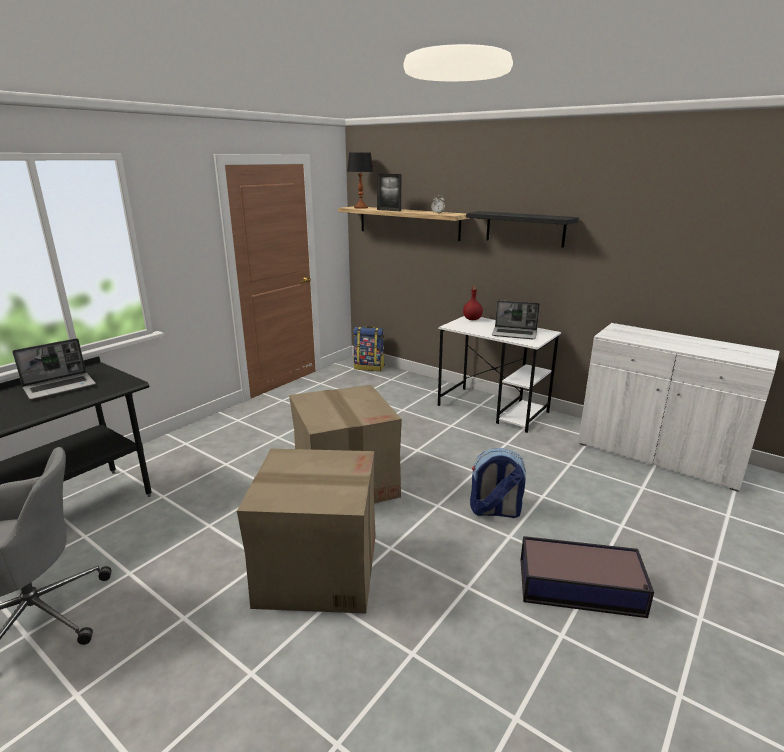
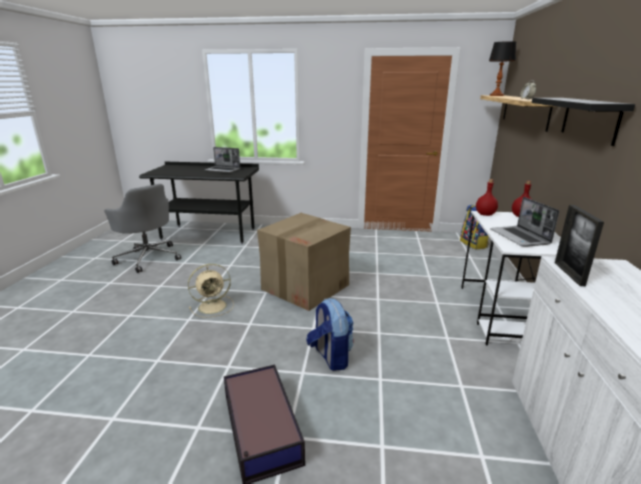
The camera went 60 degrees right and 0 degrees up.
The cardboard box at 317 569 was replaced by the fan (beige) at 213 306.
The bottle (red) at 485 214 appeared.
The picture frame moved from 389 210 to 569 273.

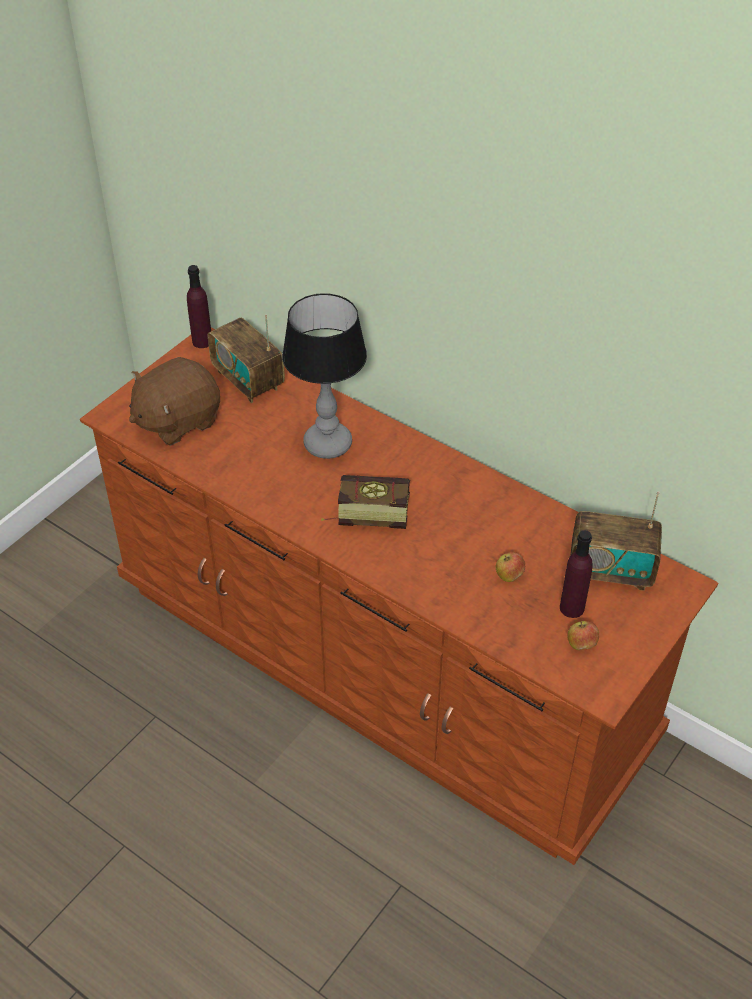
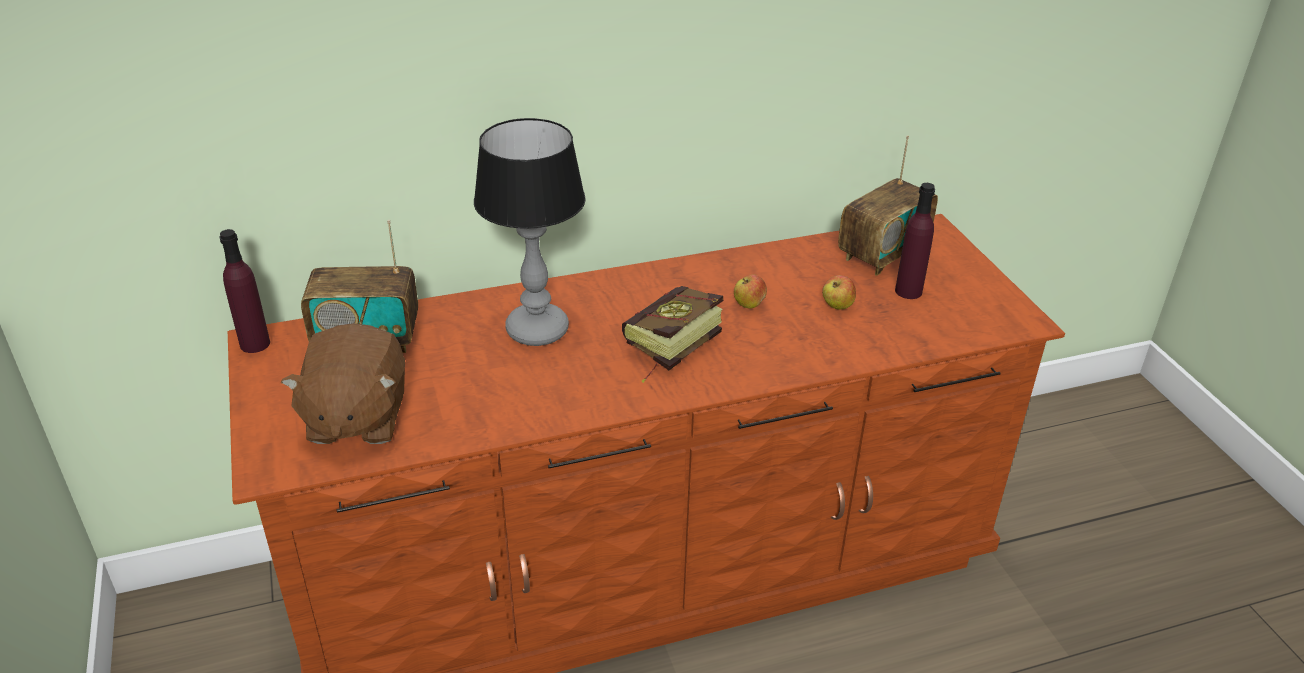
The camera went 55 degrees left and 10 degrees down.
The apple moved from 581 644 to 749 304.

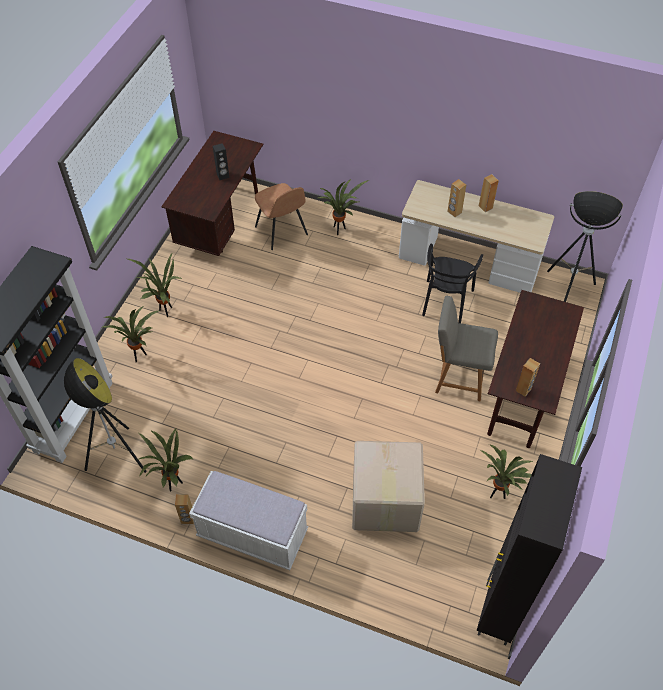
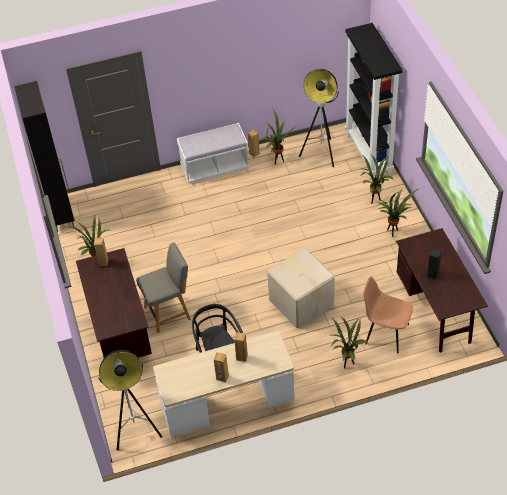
The camera went 145 degrees right and 5 degrees down.
The cardboard box moved from 384 502 to 301 302.

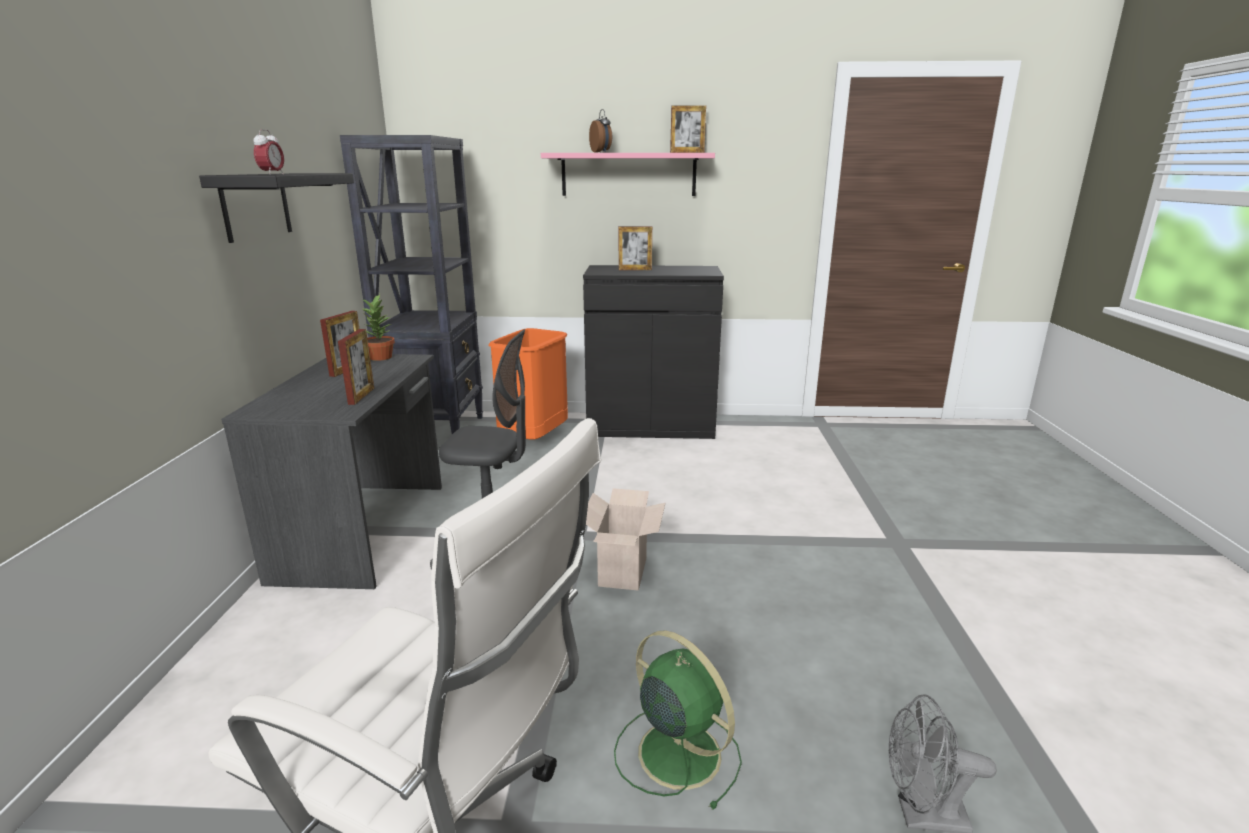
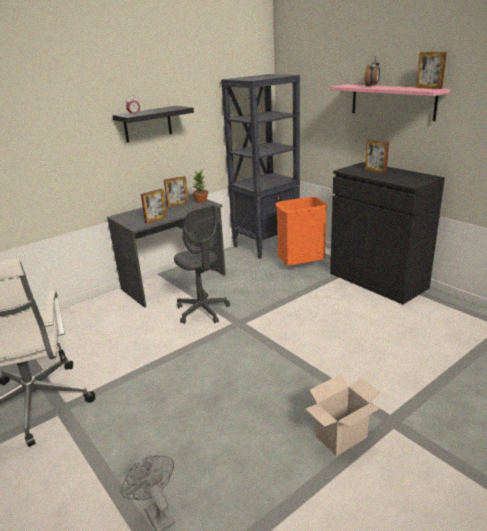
The camera went 50 degrees right and 5 degrees up.
The cardboard box moved from 624 573 to 341 438.
The fan (green) at 676 751 disappeared.

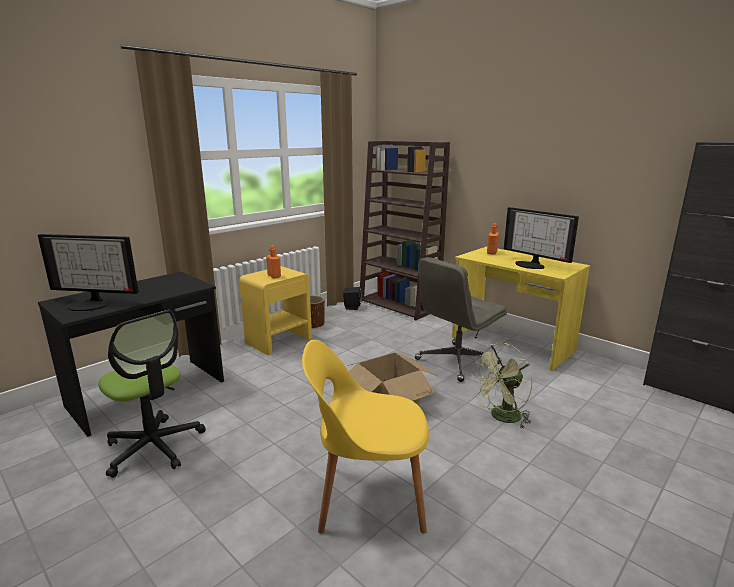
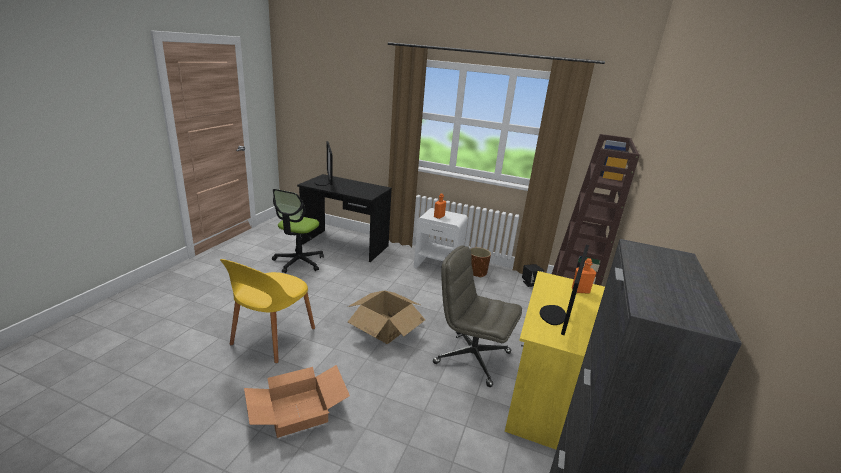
The camera went 65 degrees right and 5 degrees up.
The chair (yellow) at 367 496 turned 135 degrees counterclockwise.
The cardboard box at 297 412 appeared.
The nightstand (yellow) at 279 340 became the nightstand (white) at 438 266.
The fan (green) at 501 418 disappeared.

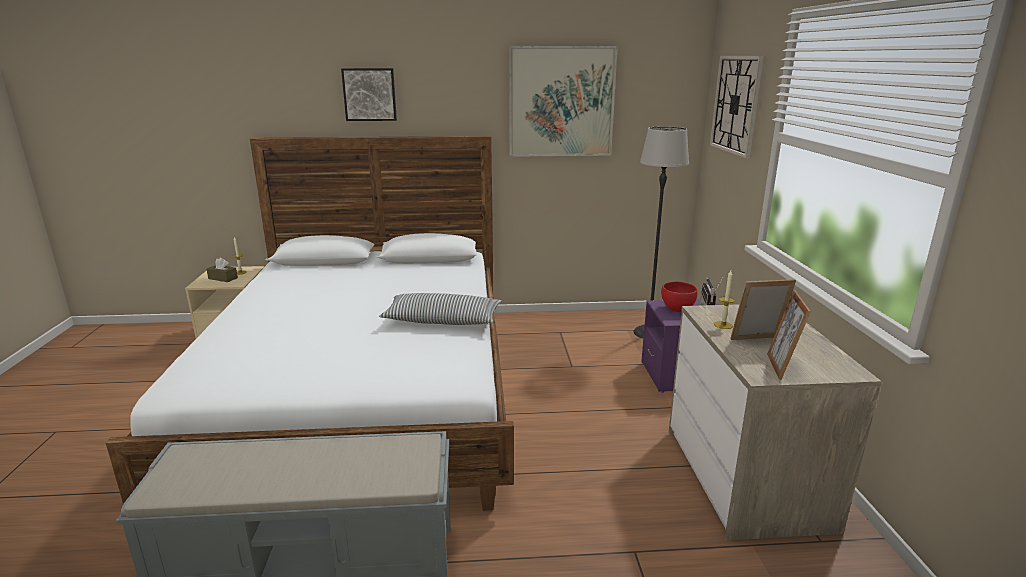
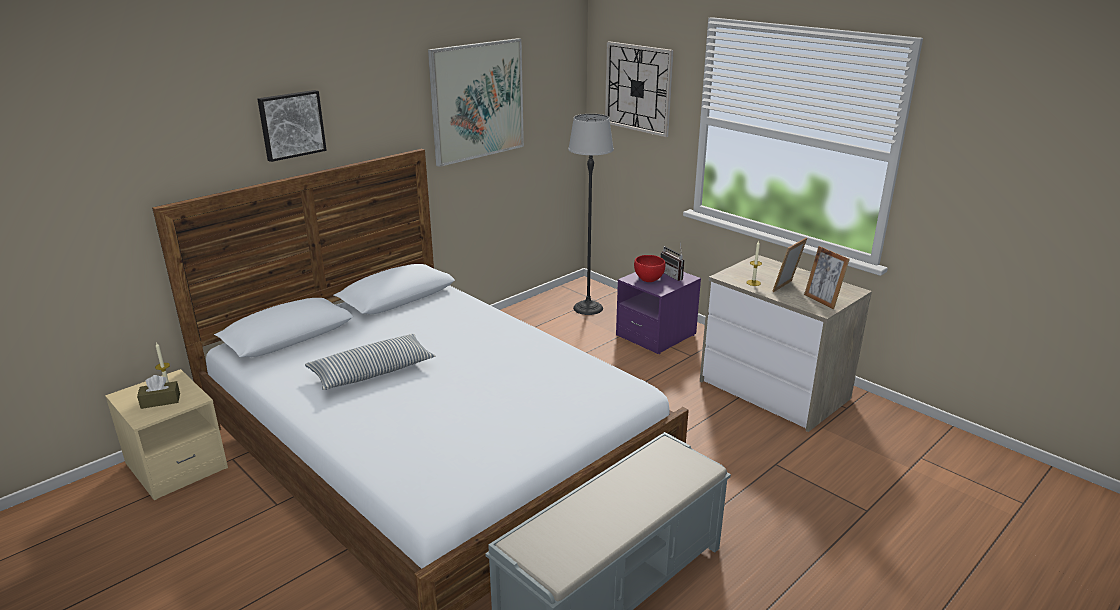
The camera went 40 degrees left and 5 degrees up.
The pillow moved from 442 320 to 372 372.

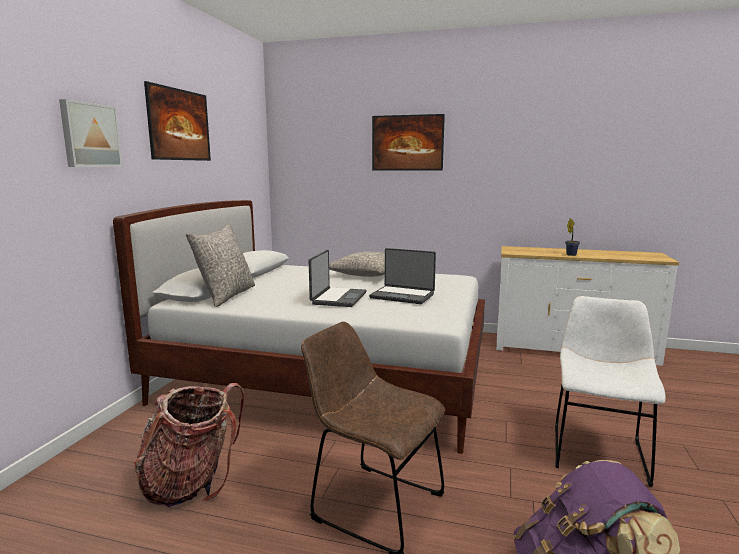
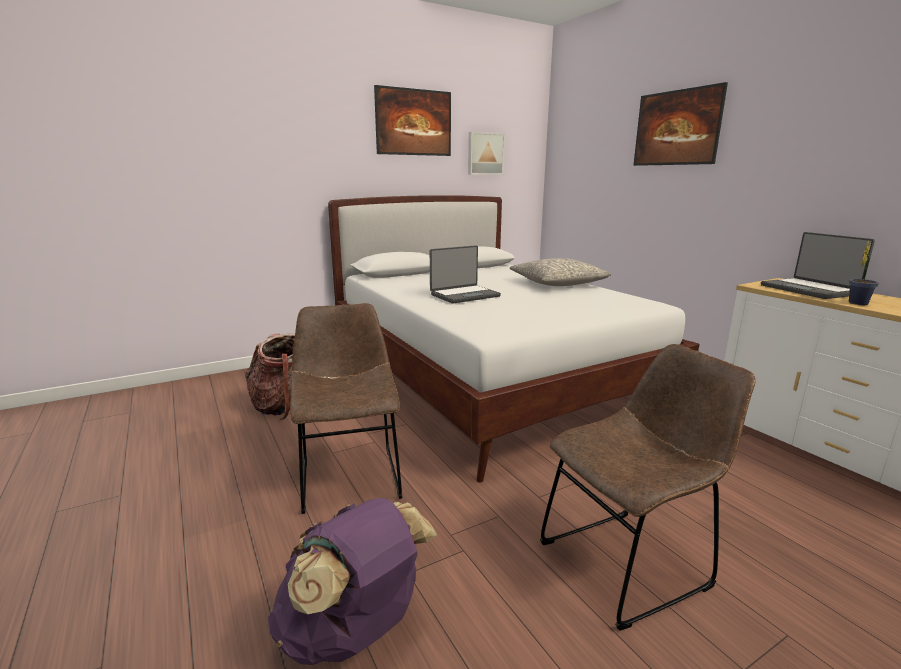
The camera went 45 degrees right and 5 degrees up.
The picture moved from 90 135 to 485 154.
The chair (white) at 598 450 became the chair (brown) at 629 562.
The laptop moved from 402 296 to 809 290.
The pillow (grey) at 226 296 disappeared.

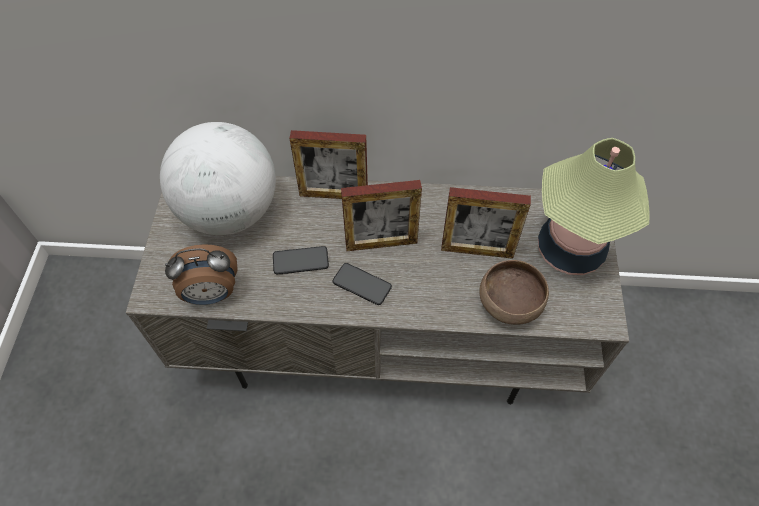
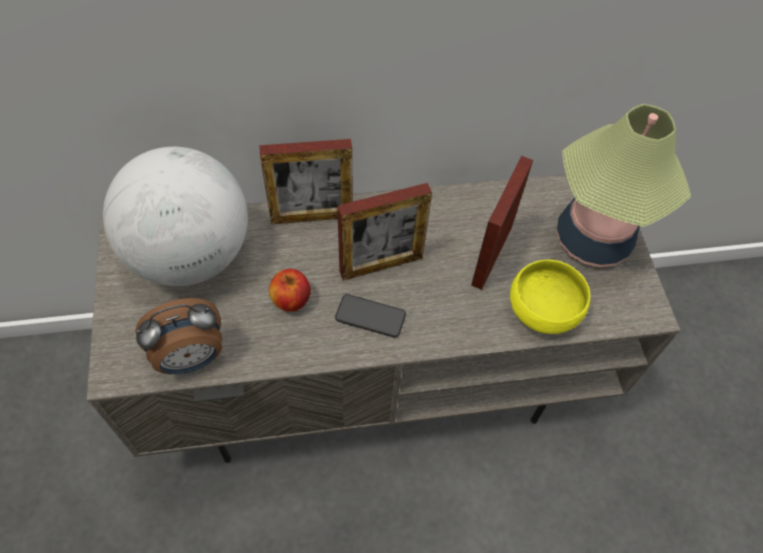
The camera went 15 degrees left and 0 degrees up.
The phone at 300 261 was replaced by the apple at 291 300.
The picture frame at 477 250 turned 120 degrees clockwise.
The bowl (brown) at 508 304 became the bowl (yellow) at 541 312.

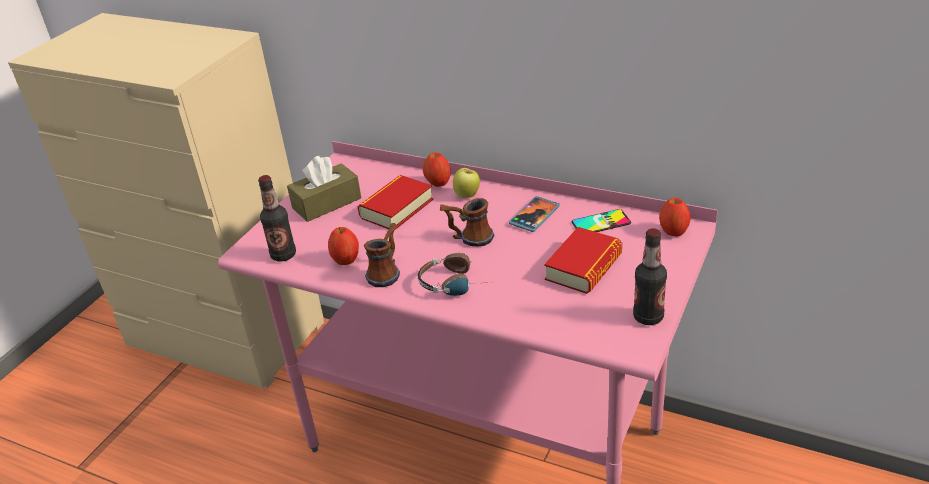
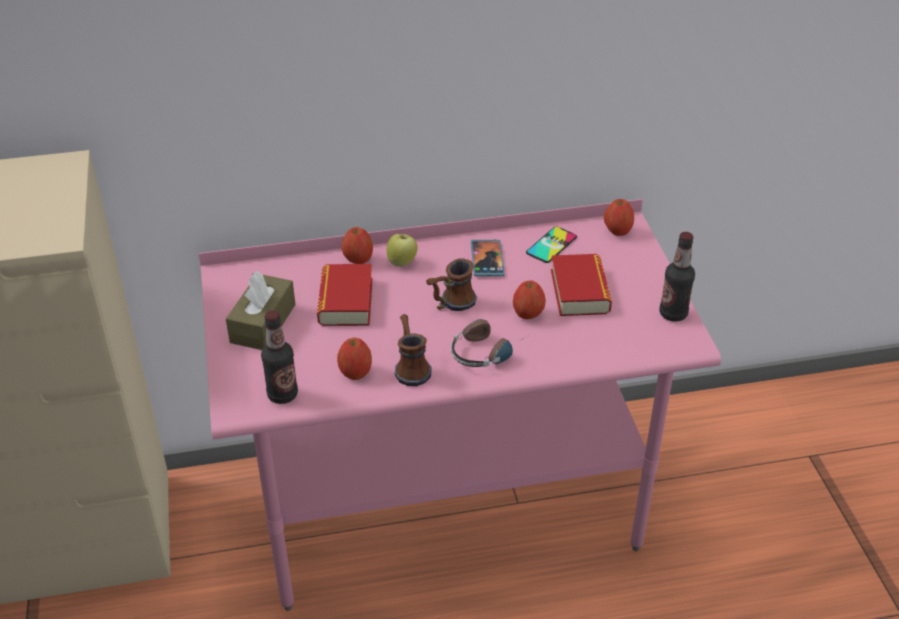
The camera went 40 degrees left and 5 degrees up.
The apple at 527 314 appeared.

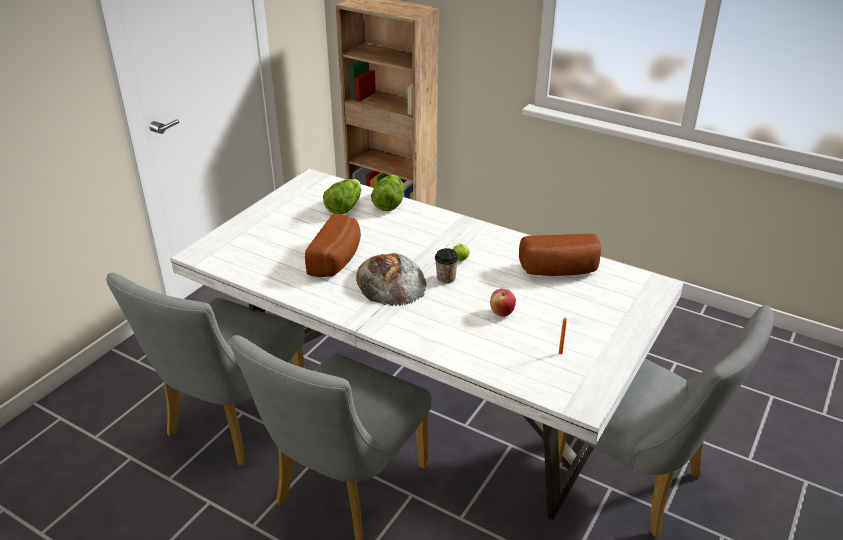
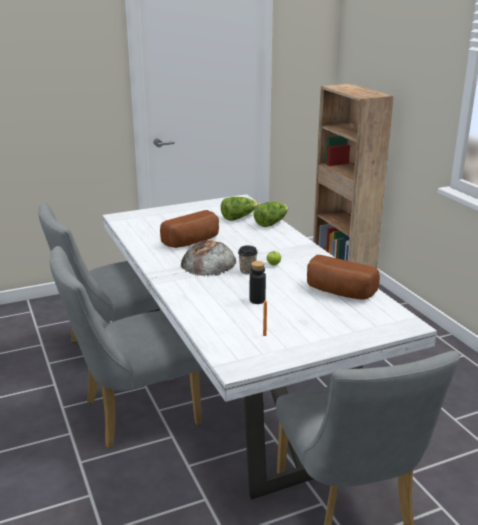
The camera went 35 degrees right and 10 degrees down.
The apple at 502 313 was replaced by the bottle (black) at 257 300.

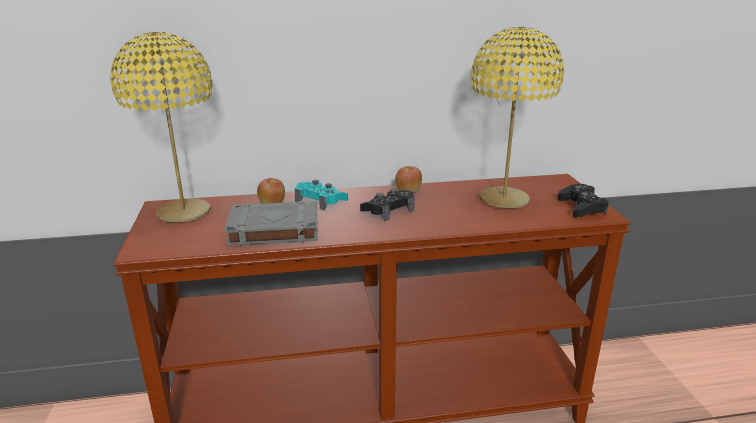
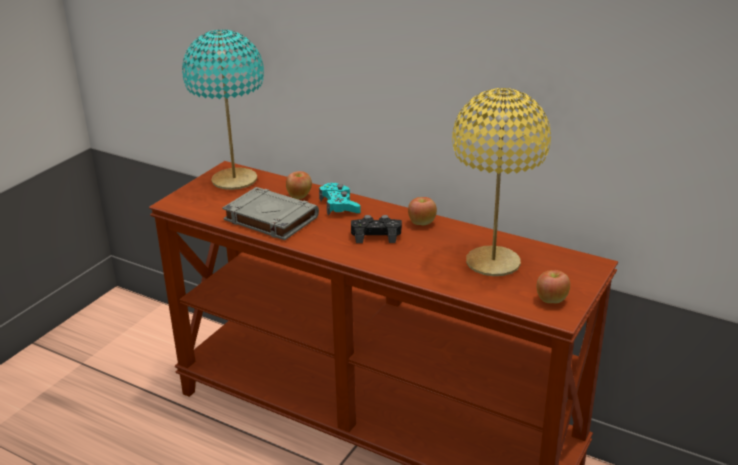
The camera went 40 degrees right and 5 degrees up.
The table lamp (yellow) at 184 212 became the table lamp (turquoise) at 234 181.
The game controller (black) at 581 207 was replaced by the apple at 551 300.

